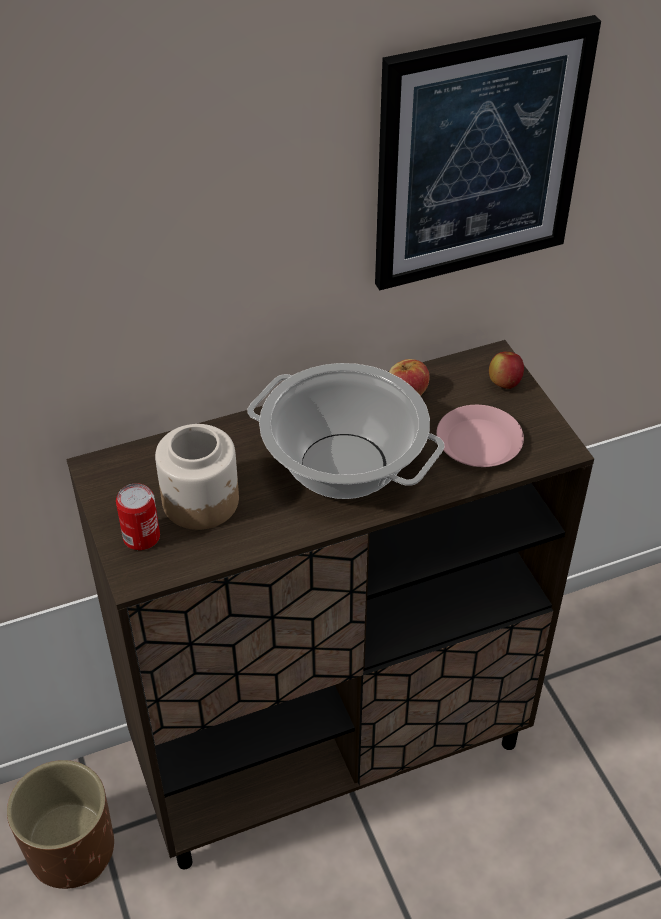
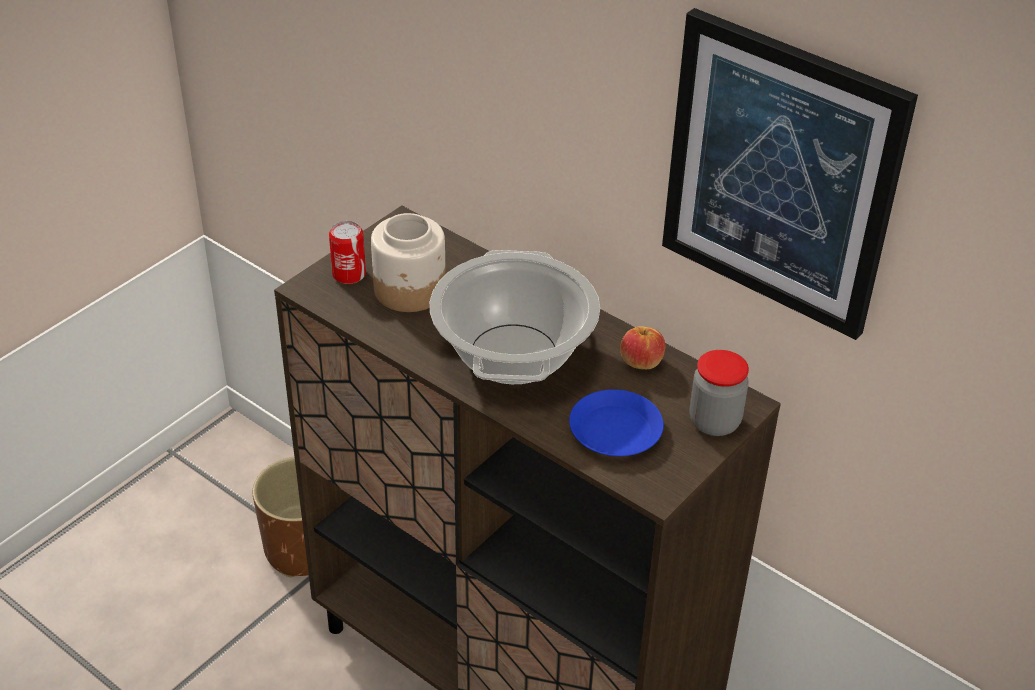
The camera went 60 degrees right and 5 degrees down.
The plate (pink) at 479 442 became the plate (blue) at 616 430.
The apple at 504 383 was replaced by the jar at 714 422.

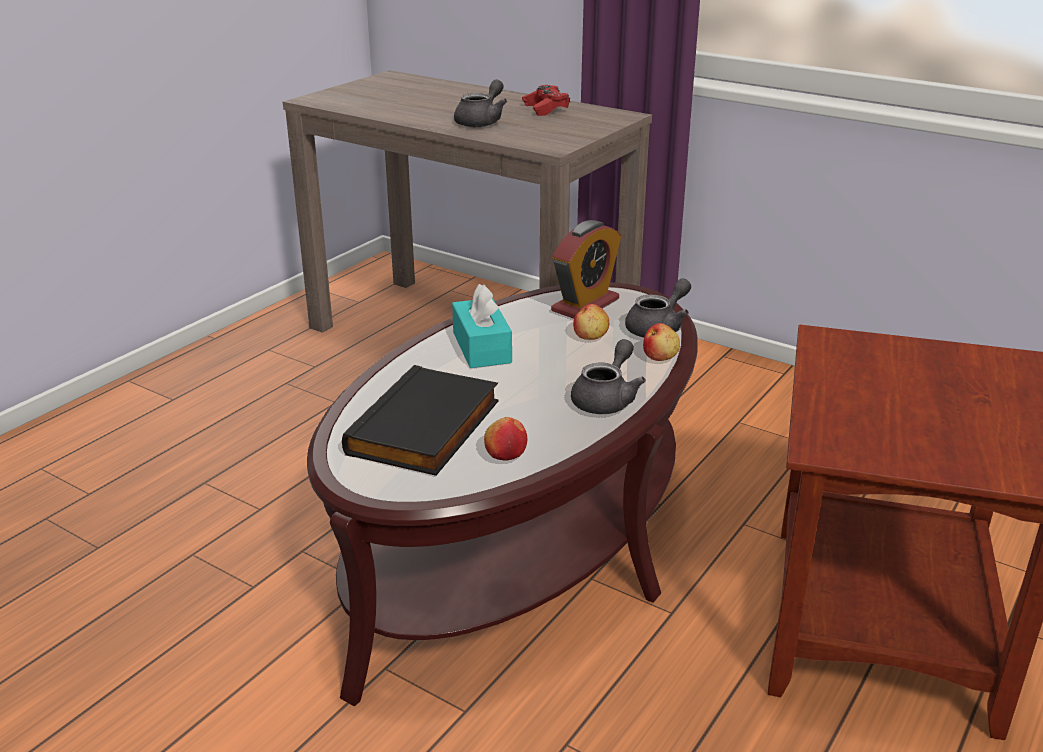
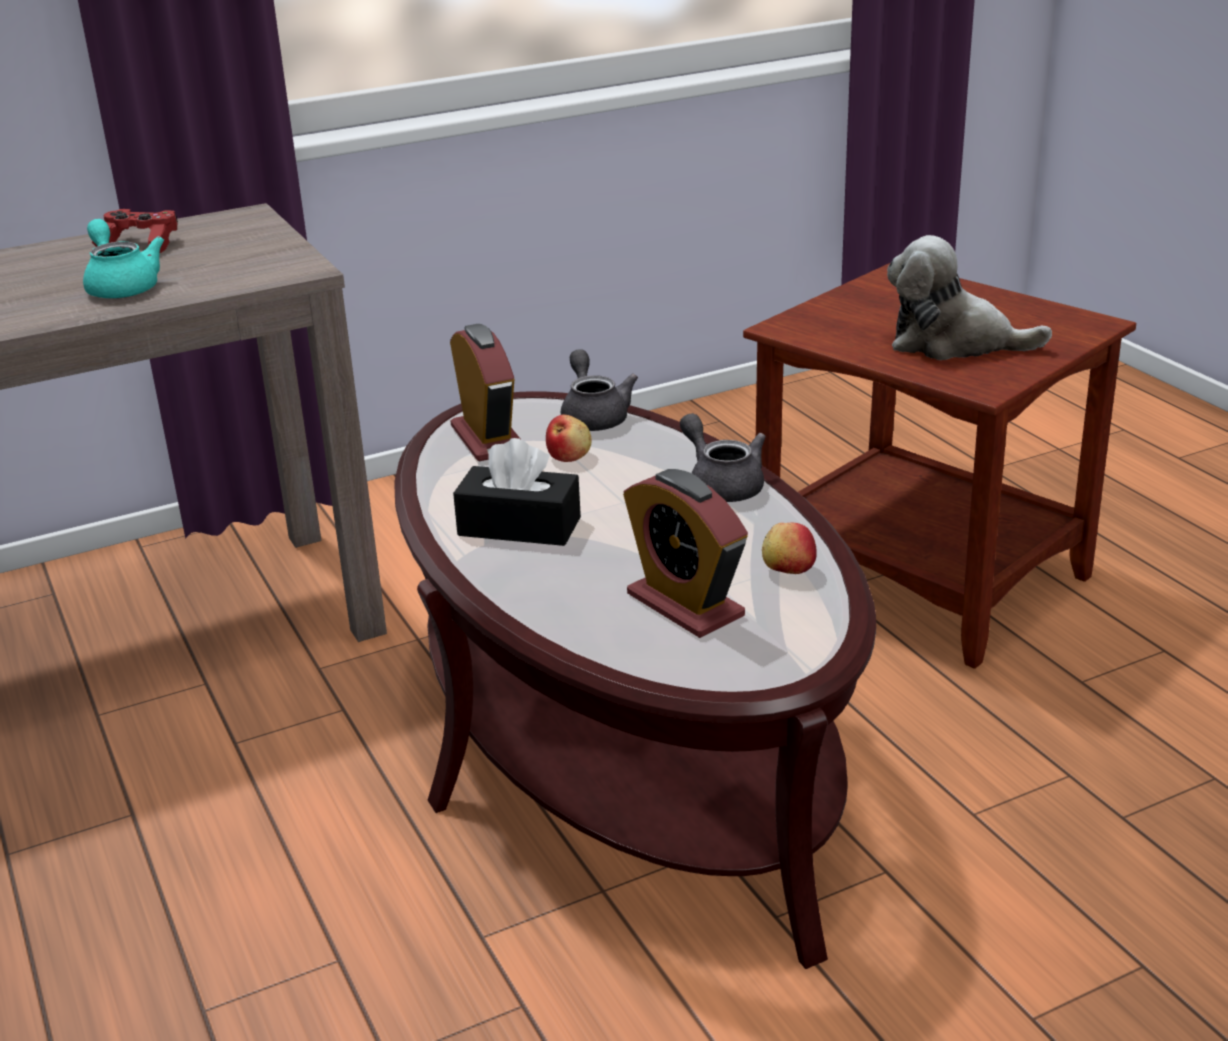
The camera went 60 degrees left and 0 degrees up.
The teapot (grey) at 481 122 became the teapot (turquoise) at 122 286.
The tissue box (turquoise) at 481 347 became the tissue box (black) at 519 526.
The book (black) at 427 428 was replaced by the alarm clock at 685 605.
The plush toy at 953 343 appeared.
The apple at 660 357 disappeared.

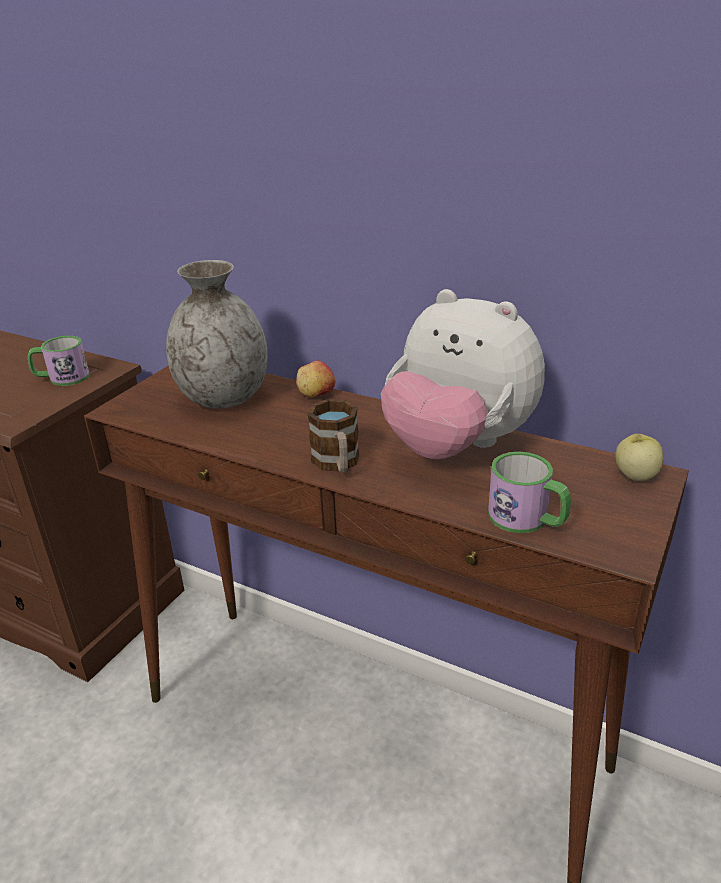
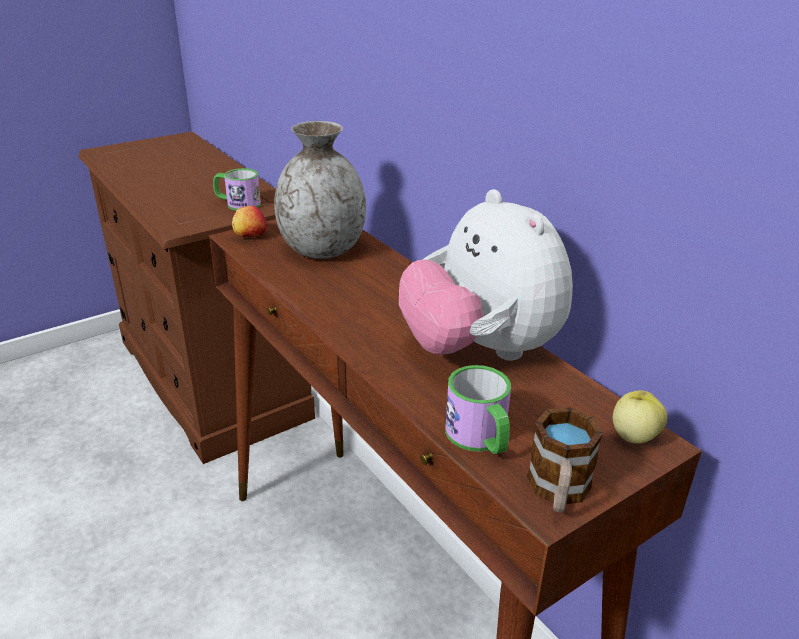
The camera went 25 degrees right and 0 degrees up.
The apple moved from 316 394 to 250 236.
The mug moved from 337 464 to 558 492.

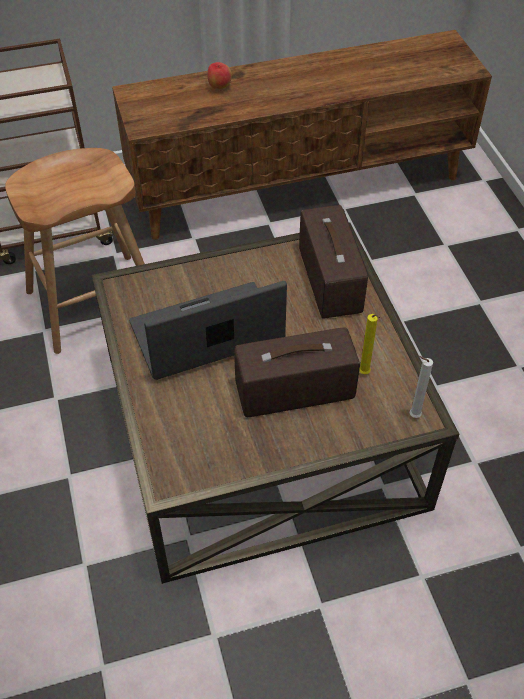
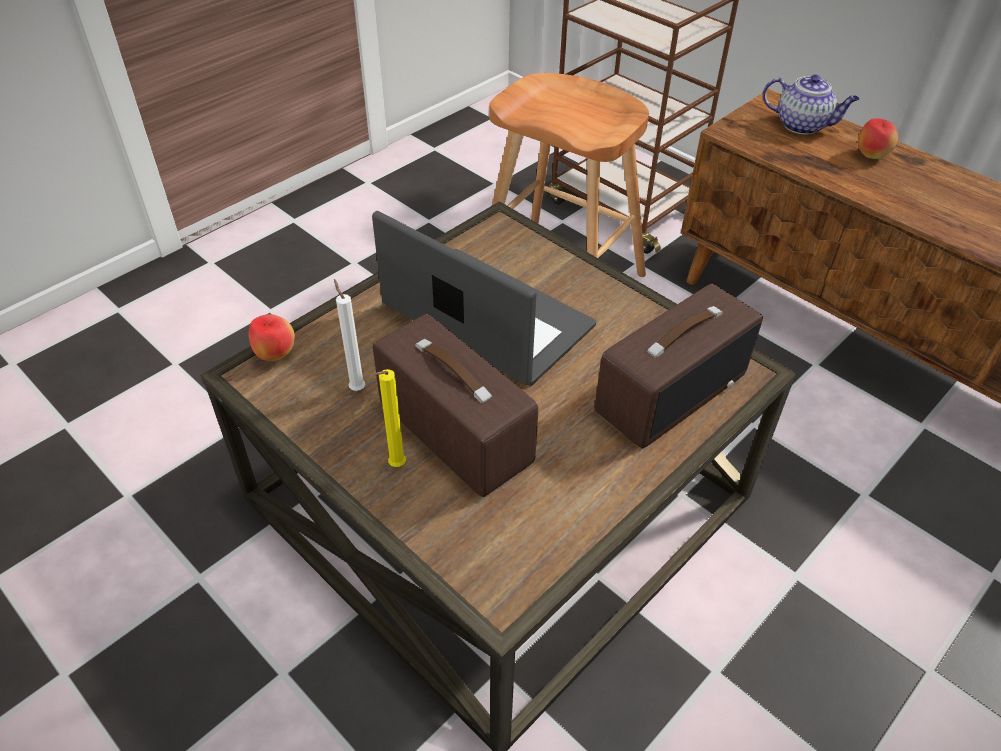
The camera went 60 degrees right and 5 degrees down.
The apple at 275 355 appeared.
The candle (white) moved from 412 415 to 356 387.
The candle (yellow) moved from 365 374 to 395 466.
The teapot at 802 125 appeared.

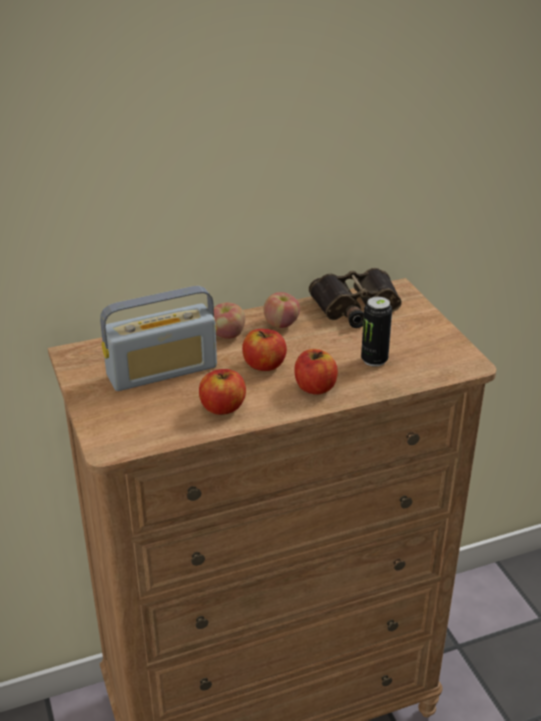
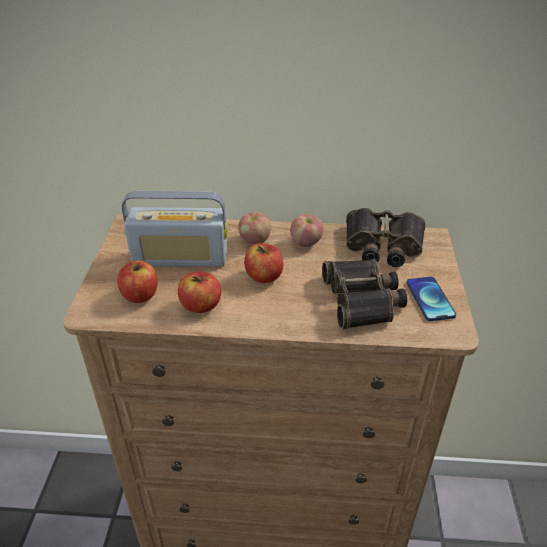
The camera went 25 degrees right and 5 degrees up.
The apple moved from 315 387 to 140 295.
The can at 374 360 was replaced by the binoculars at 363 300.
The phone at 430 299 appeared.

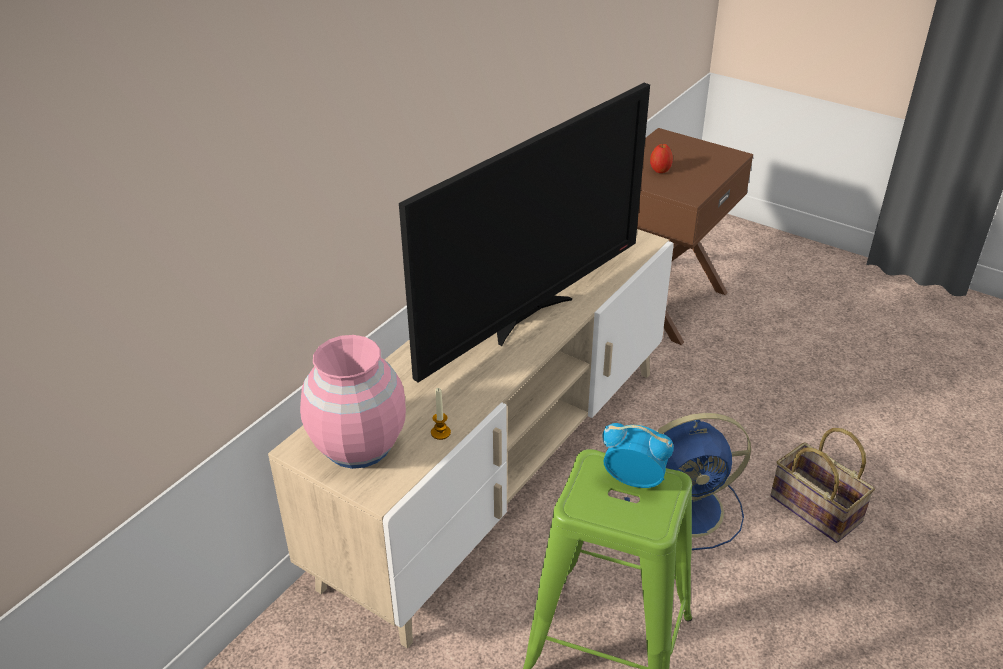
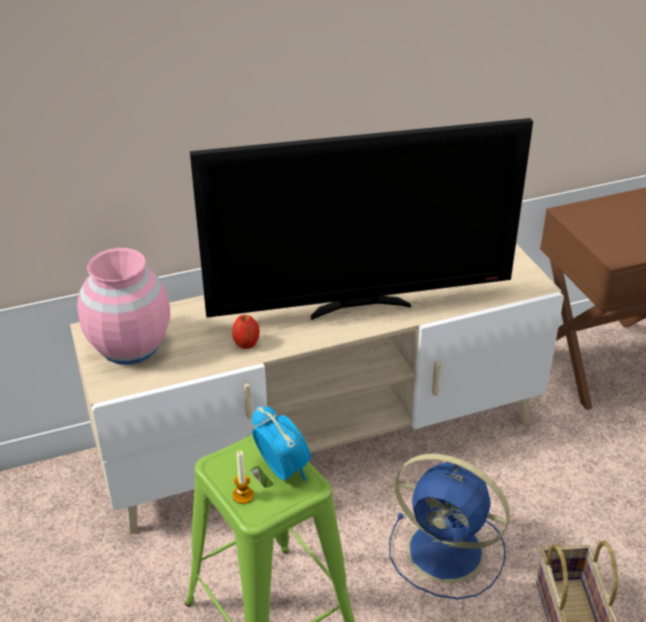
The camera went 35 degrees right and 0 degrees up.
The apple moved from 660 170 to 246 344.
The candle moved from 440 433 to 243 495.

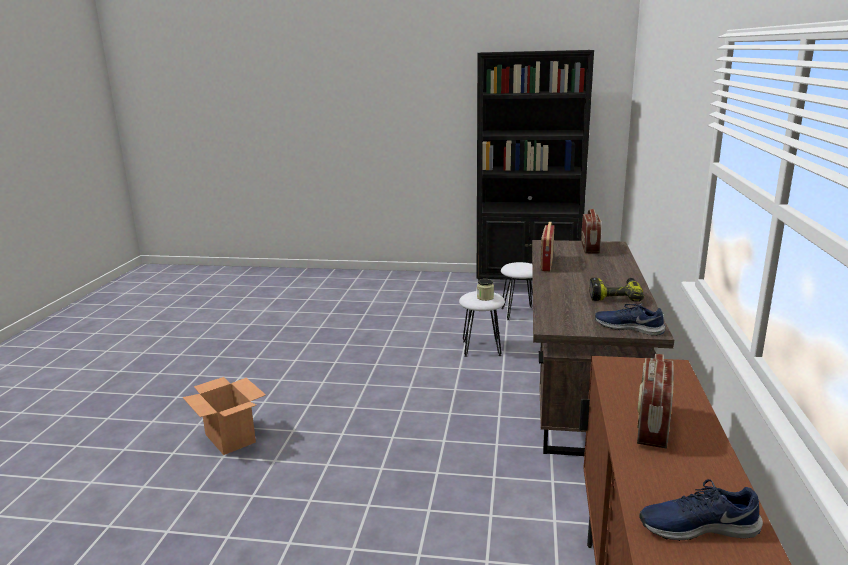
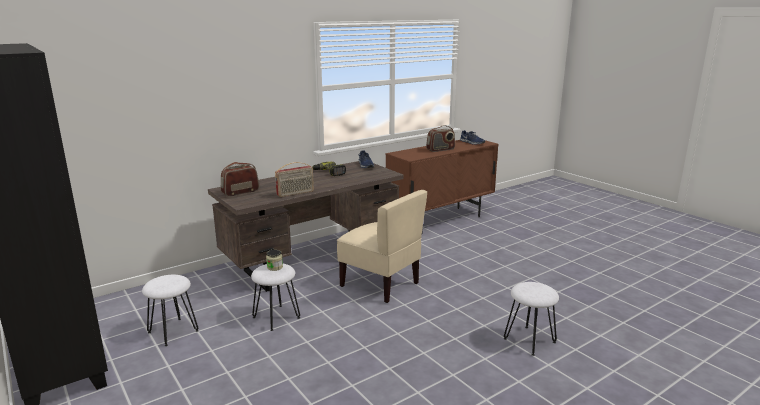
The camera went 135 degrees left and 0 degrees up.
The chair (beige) at 380 284 appeared.
The cardboard box at 229 438 was replaced by the stool (white) at 530 340.

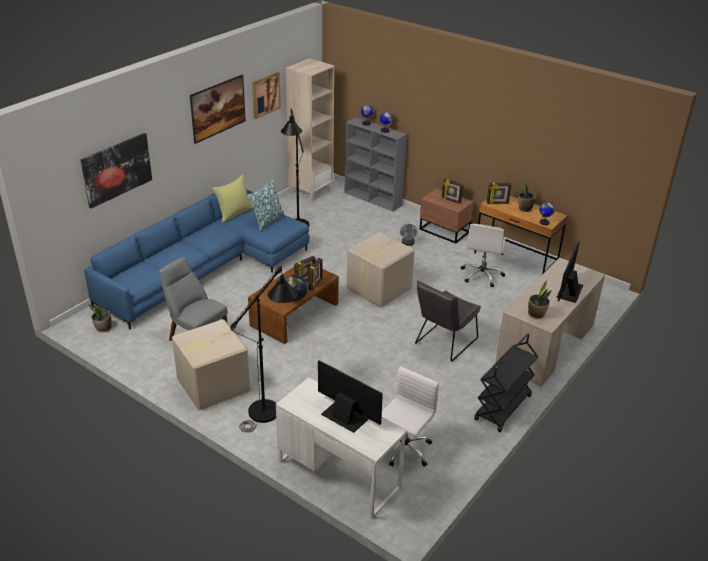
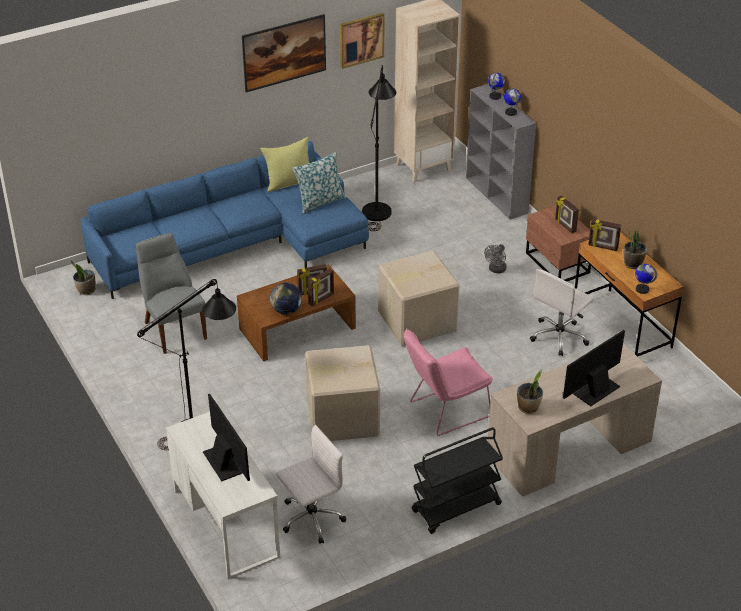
The camera went 25 degrees right and 5 degrees up.
The cardboard box moved from 212 385 to 341 417.
The chair (grey) at 443 343 became the chair (pink) at 445 411.
The picture at 117 169 disappeared.

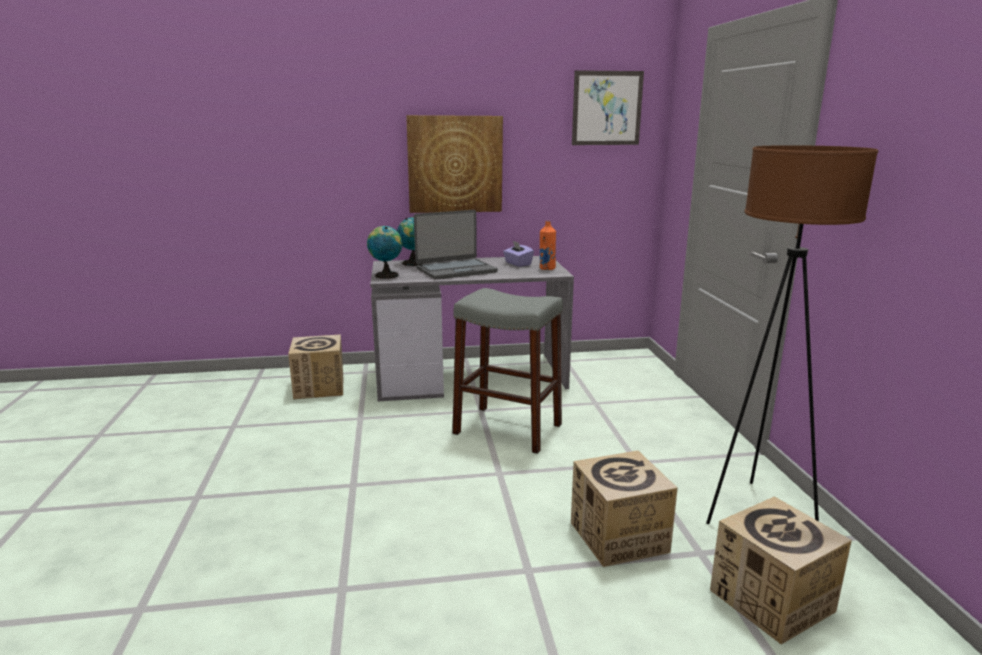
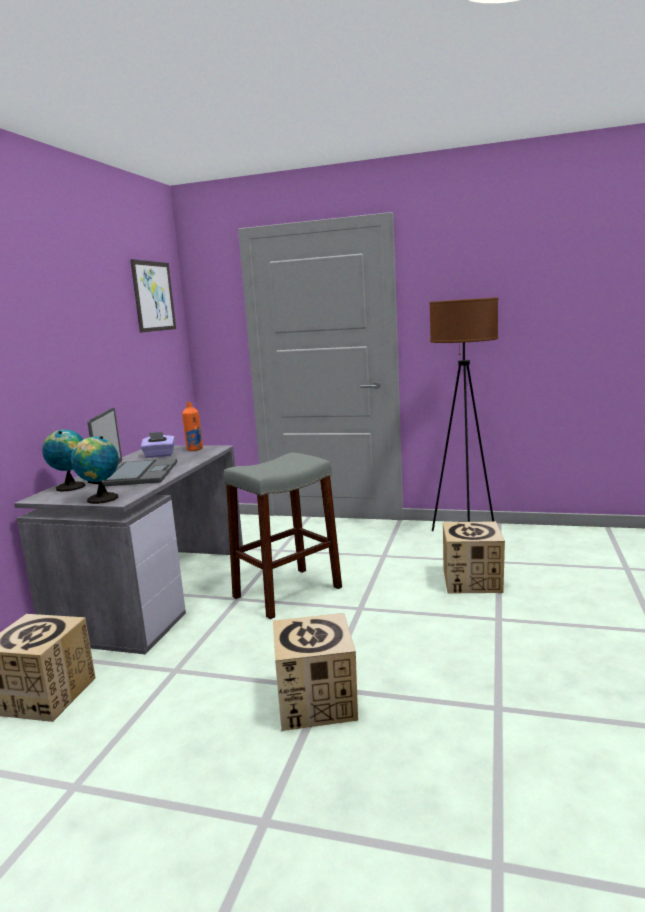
The camera went 65 degrees left and 5 degrees down.
The cardboard box moved from 771 600 to 316 701.
The picture at 455 164 disappeared.

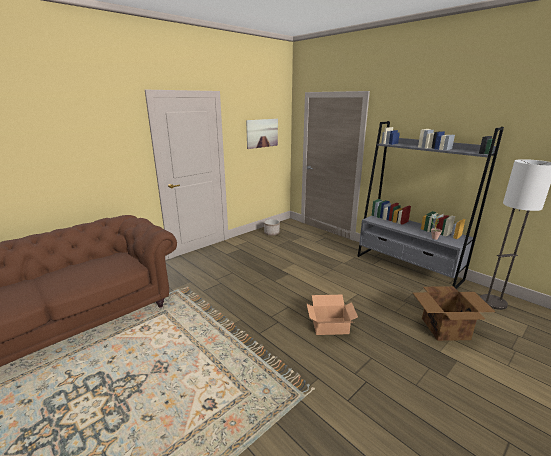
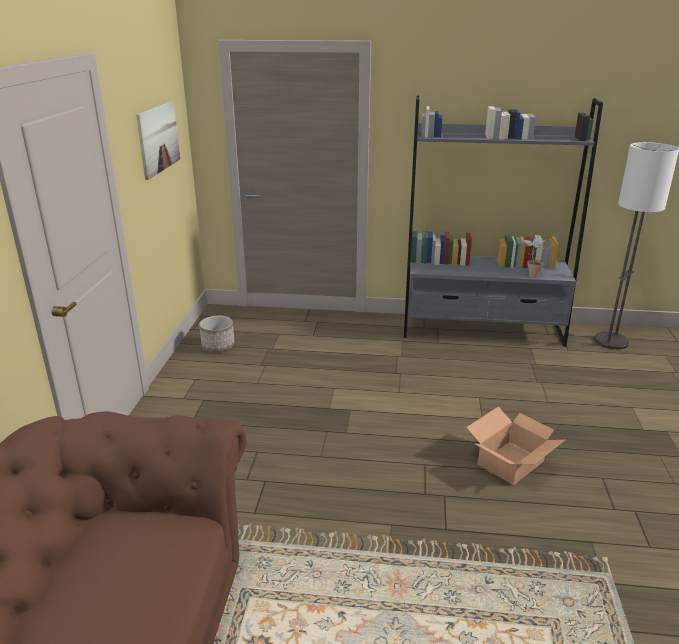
The camera went 40 degrees left and 5 degrees up.
The cardboard box at 446 328 disappeared.

